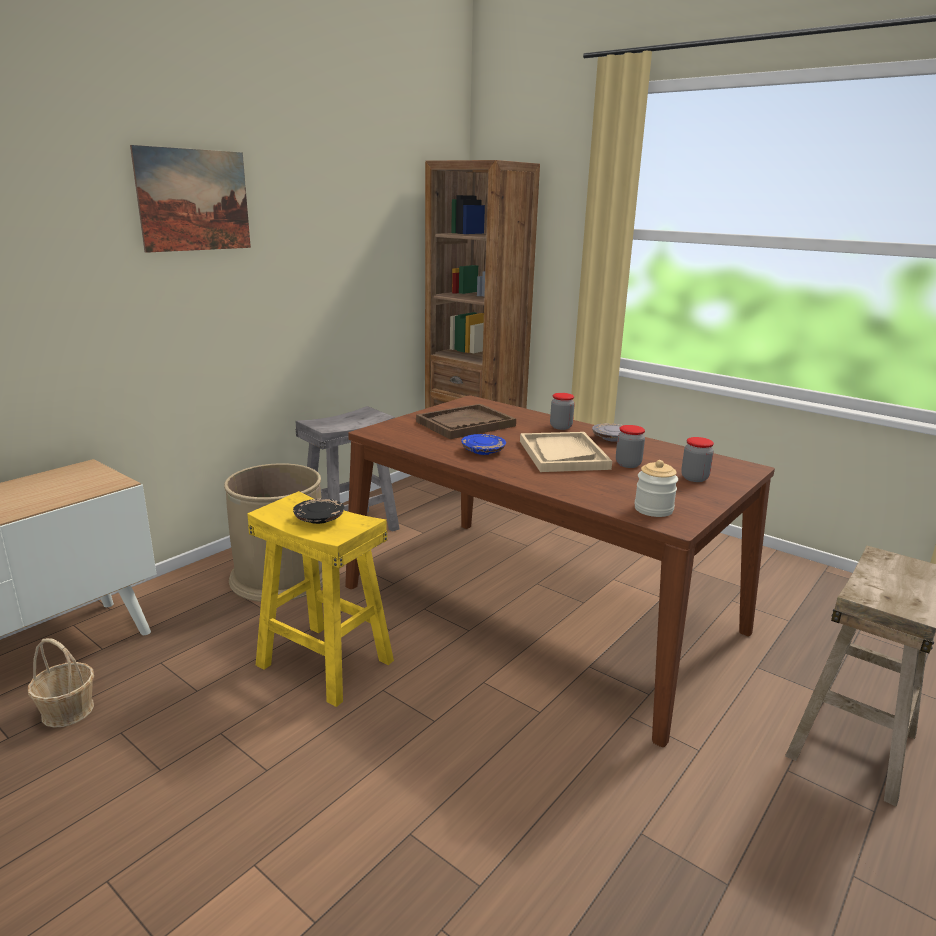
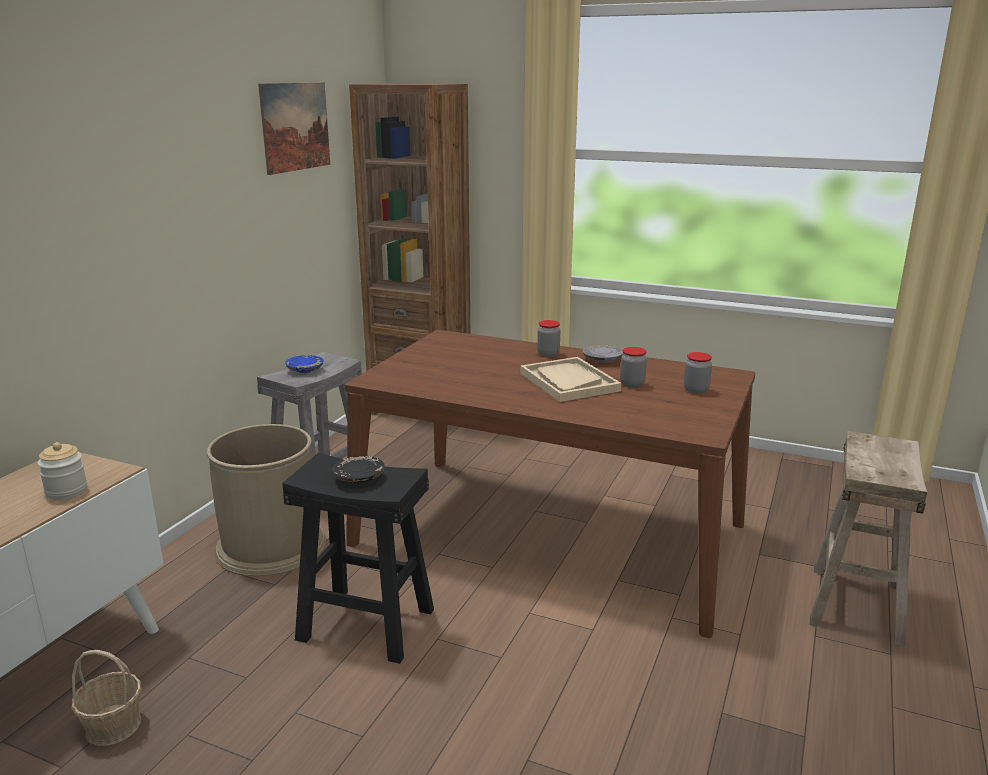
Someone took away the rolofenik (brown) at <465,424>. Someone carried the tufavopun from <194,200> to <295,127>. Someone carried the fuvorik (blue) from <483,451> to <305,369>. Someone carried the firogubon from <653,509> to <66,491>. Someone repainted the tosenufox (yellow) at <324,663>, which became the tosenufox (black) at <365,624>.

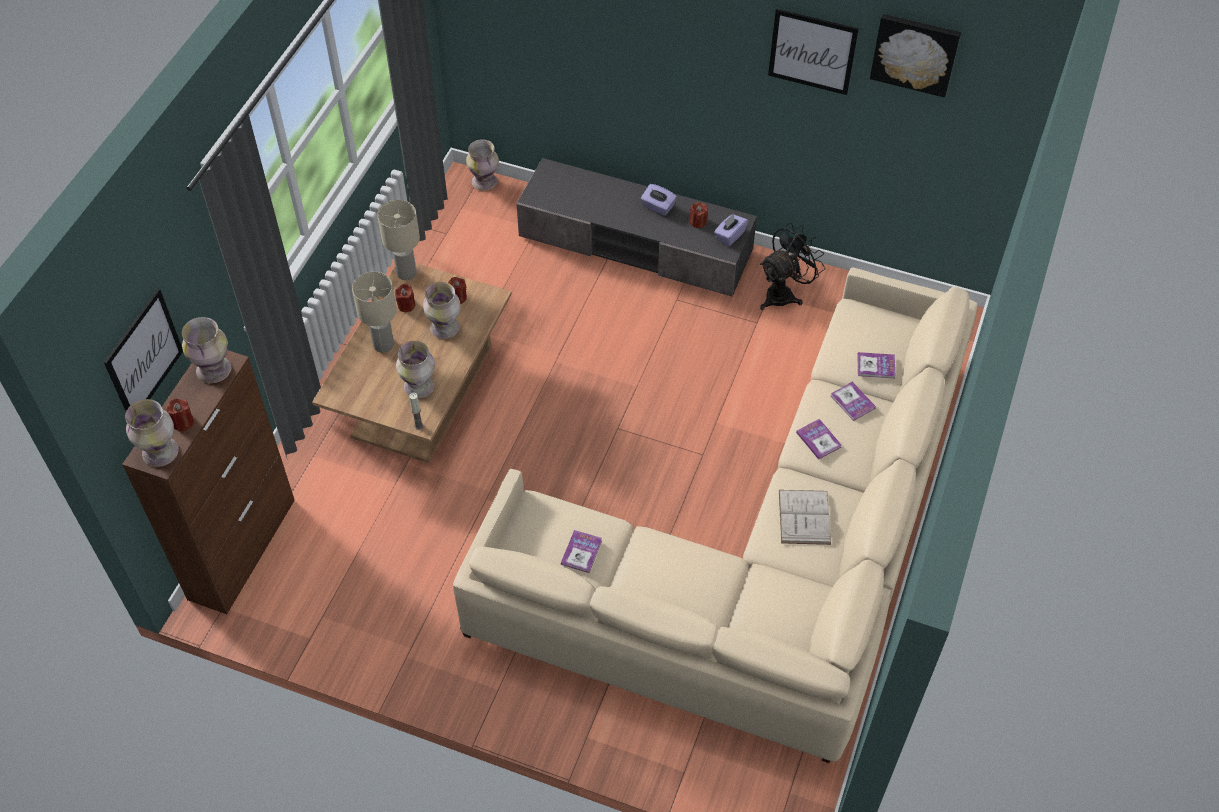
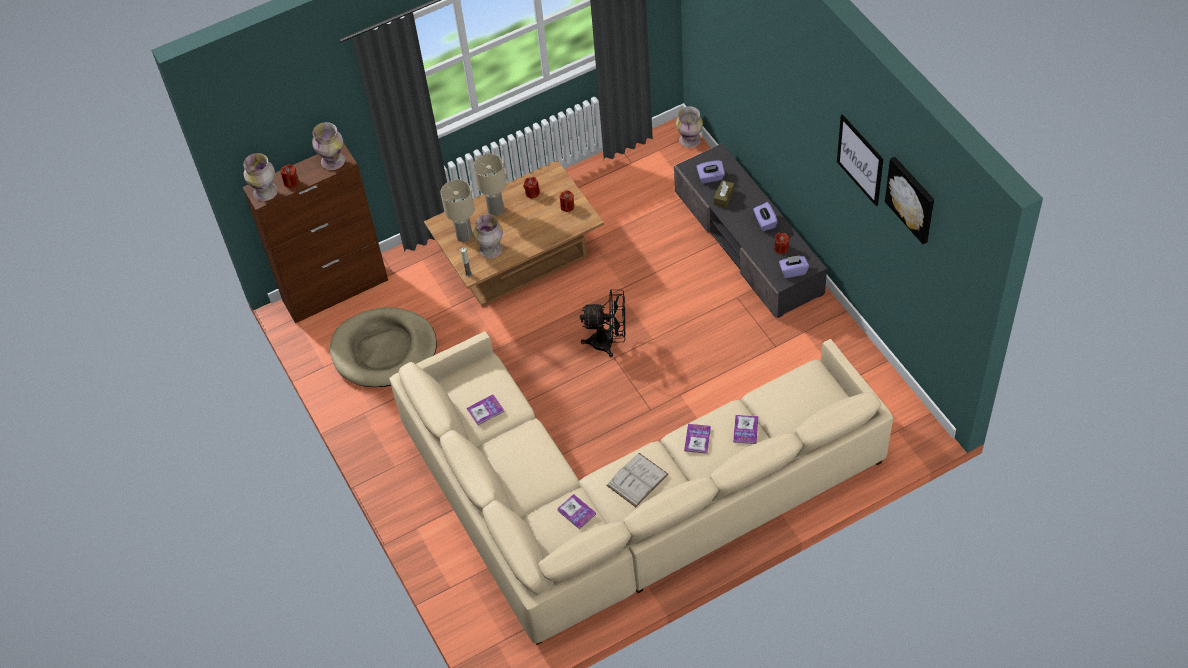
Someone took away the tufavopun at <143,356>. Someone took away the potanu at <445,328>. Someone put down the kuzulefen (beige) at <384,350>. Someone put down the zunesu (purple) at <710,177>. Someone put down the zunesu (brown) at <724,197>. Someone carried the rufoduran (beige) from <407,272> to <465,236>. Someone carried the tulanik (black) from <784,293> to <608,342>. Someone carried the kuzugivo from <876,366> to <576,512>.

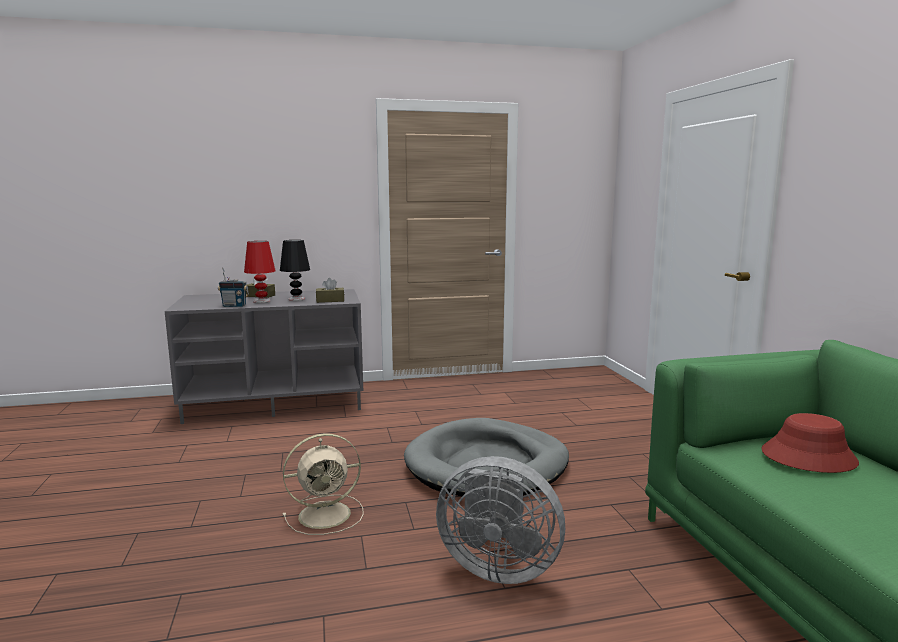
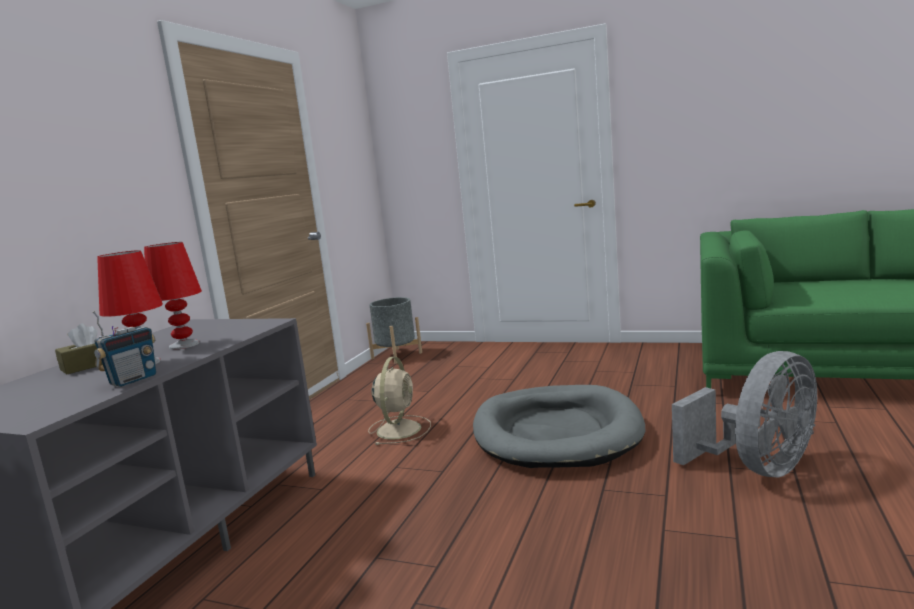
Someone took away the zunesu (brown) at <330,300>. Someone took away the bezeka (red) at <808,457>. Someone put down the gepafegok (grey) at <396,355>. Someone carried the tulanik (beige) from <327,514> to <399,429>. Someone repainted the rufoduran (black) at <296,299>, which became the rufoduran (red) at <184,345>.

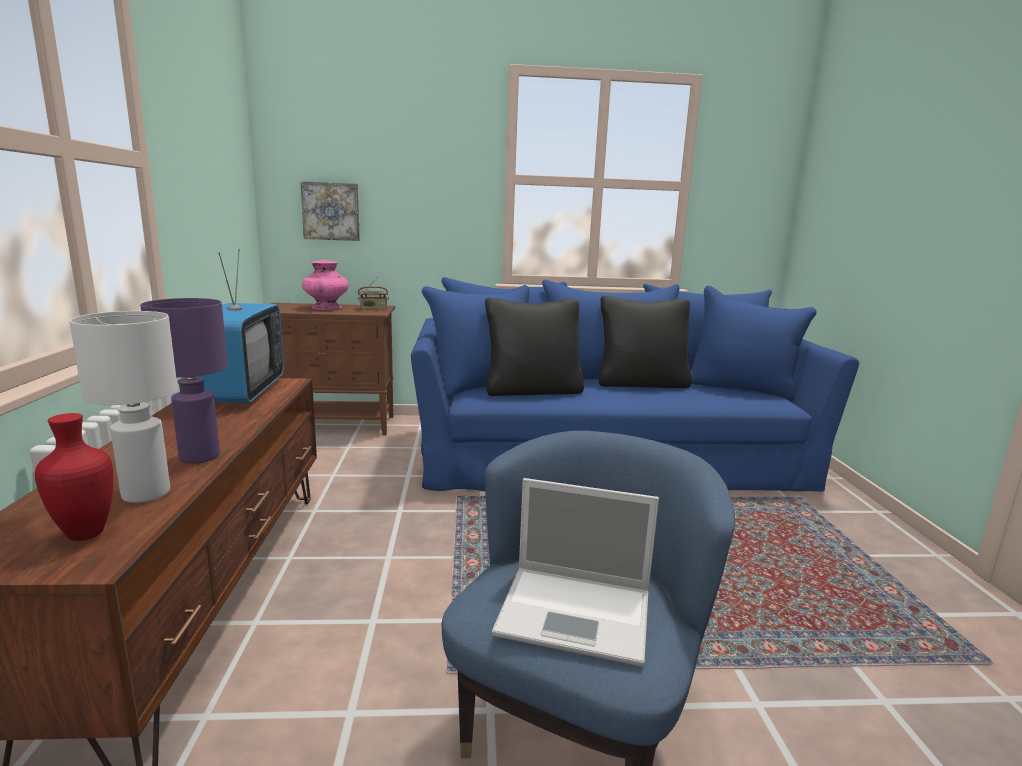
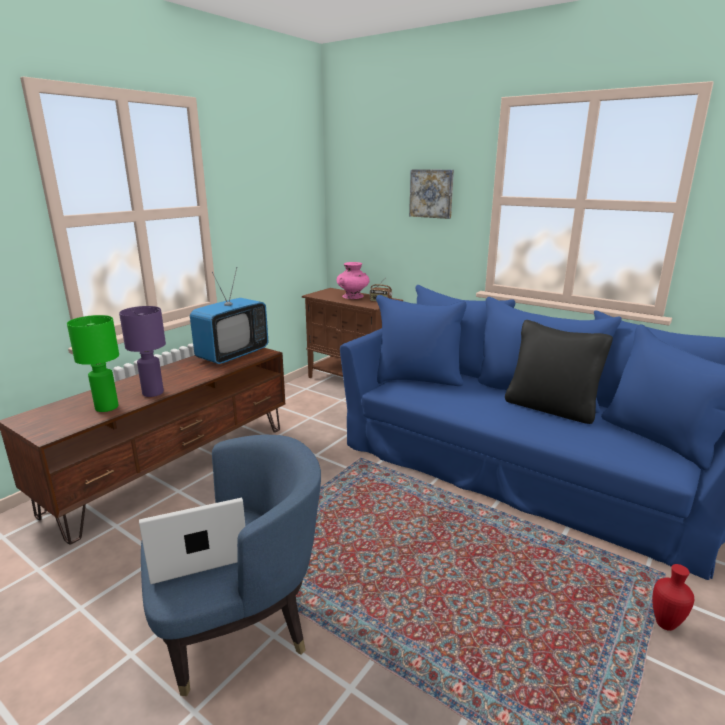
Someone took away the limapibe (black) at <532,390>. Someone carried the potanu (red) from <87,535> to <666,625>. Someone carried the tufavopun from <331,211> to <432,193>. Someone repainted the rufoduran (white) at <146,494>, which became the rufoduran (green) at <106,408>. Someone rotated the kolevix at <578,613> by 105 degrees clockwise.

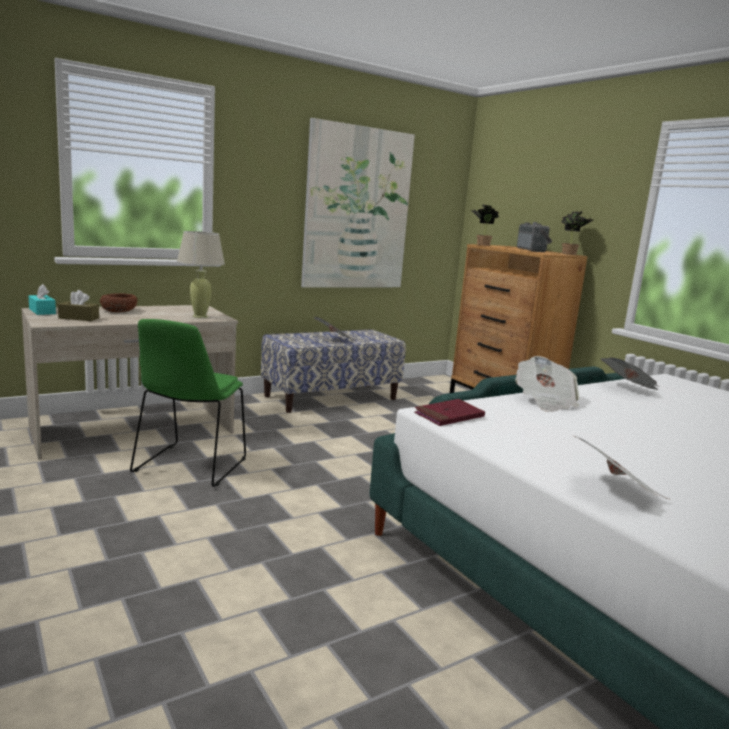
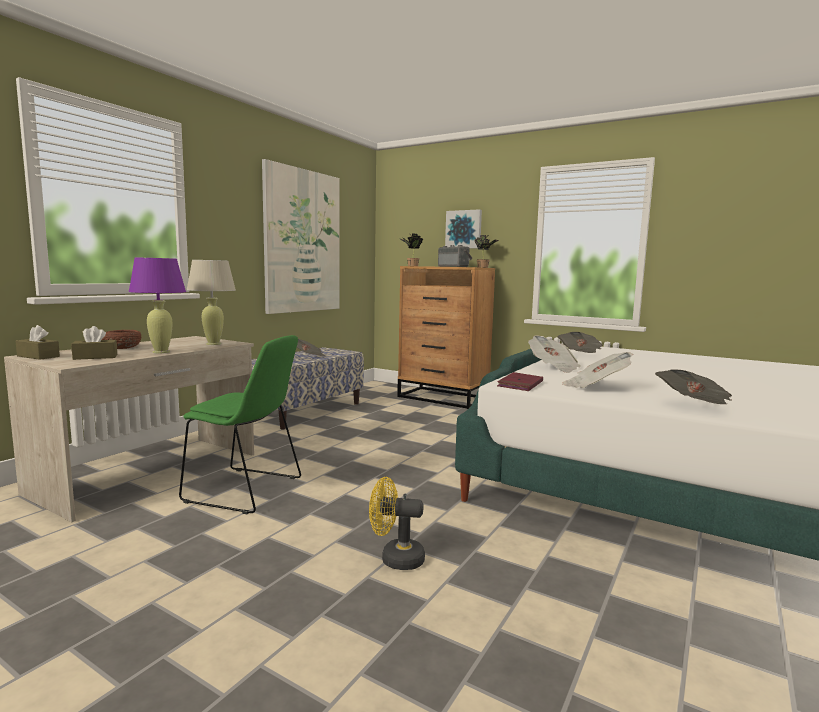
Someone put down the rufoduran (purple) at <161,352>. Someone put down the tulanik (yellow) at <395,558>. Someone put up the tufavopun at <464,229>. Someone put down the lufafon at <595,387>. Someone repainted the zunesu (turquoise) at <42,311>, which became the zunesu (brown) at <38,356>. Someone rotated the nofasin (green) at <189,467> by 60 degrees counterclockwise.

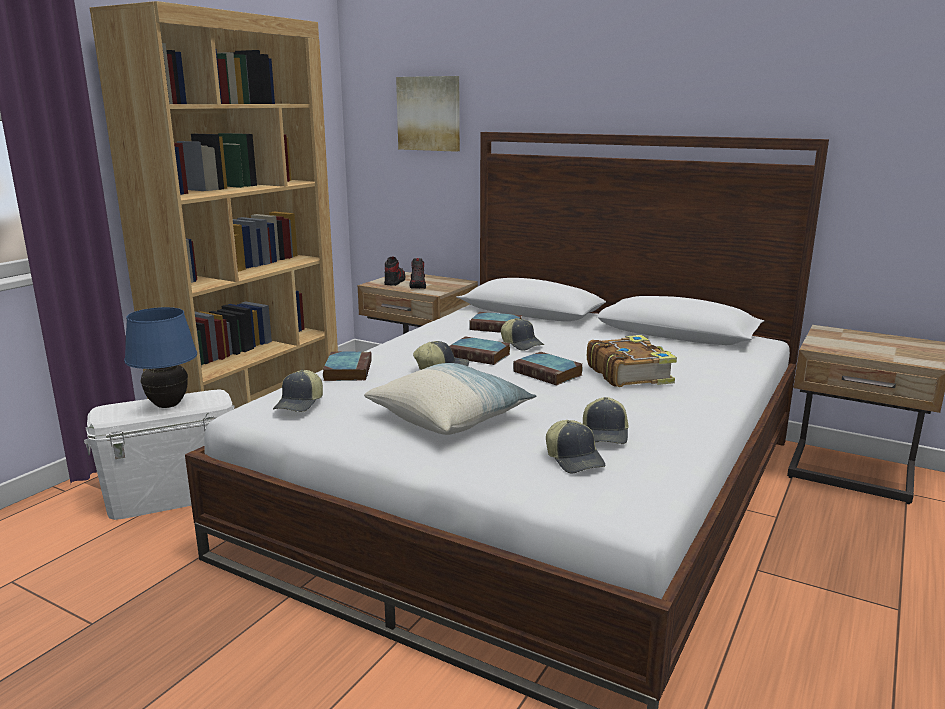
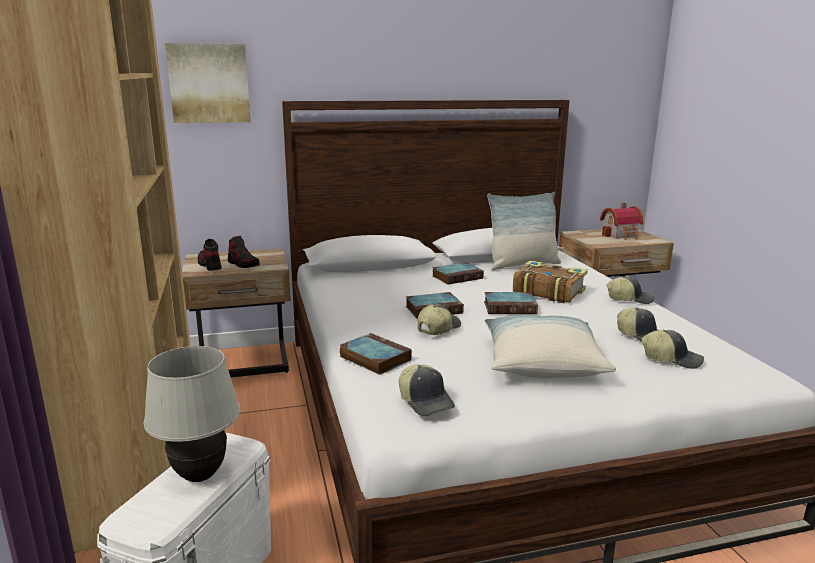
Someone put down the limapibe at <522,265>. Someone put down the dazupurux at <621,235>. Someone carried the kuzugivo from <497,327> to <458,277>. Someone carried the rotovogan from <522,344> to <629,299>. Someone repainted the rufoduran (blue) at <167,405>, which became the rufoduran (white) at <200,476>.

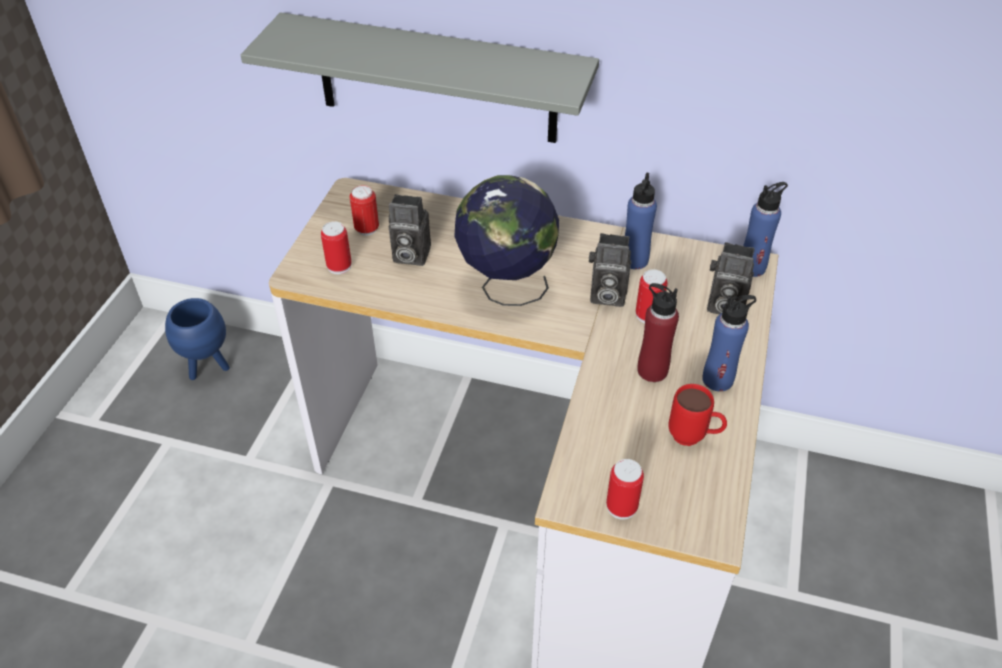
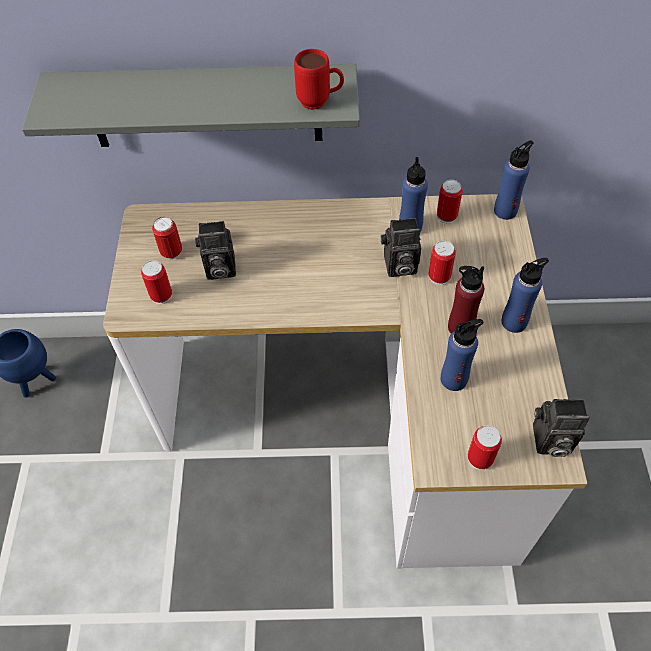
Someone took away the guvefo at <506,287>. Someone put down the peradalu at <446,216>. Someone put down the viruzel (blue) at <454,379>. Someone carried the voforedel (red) from <693,438> to <320,103>. Someone carried the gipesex from <723,305> to <549,441>.

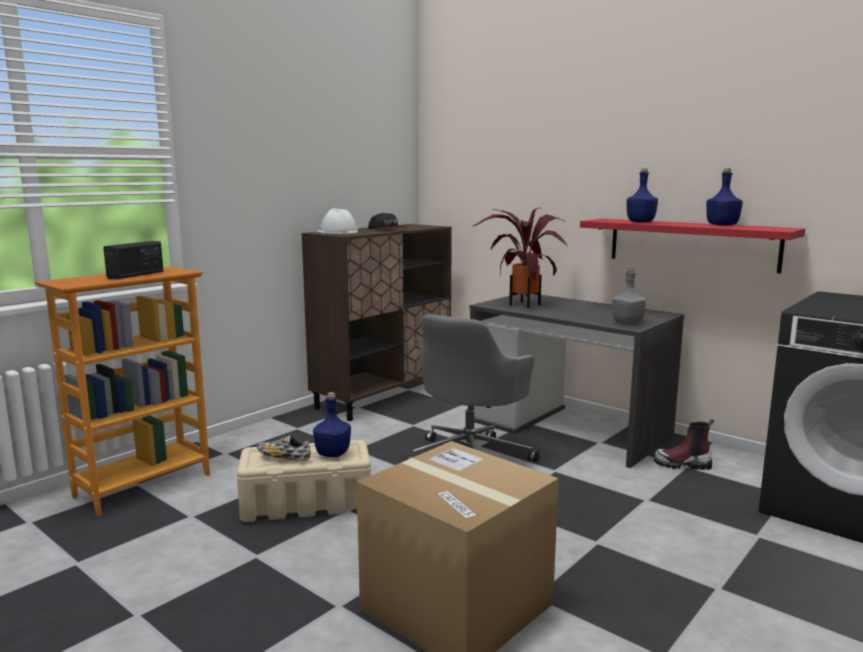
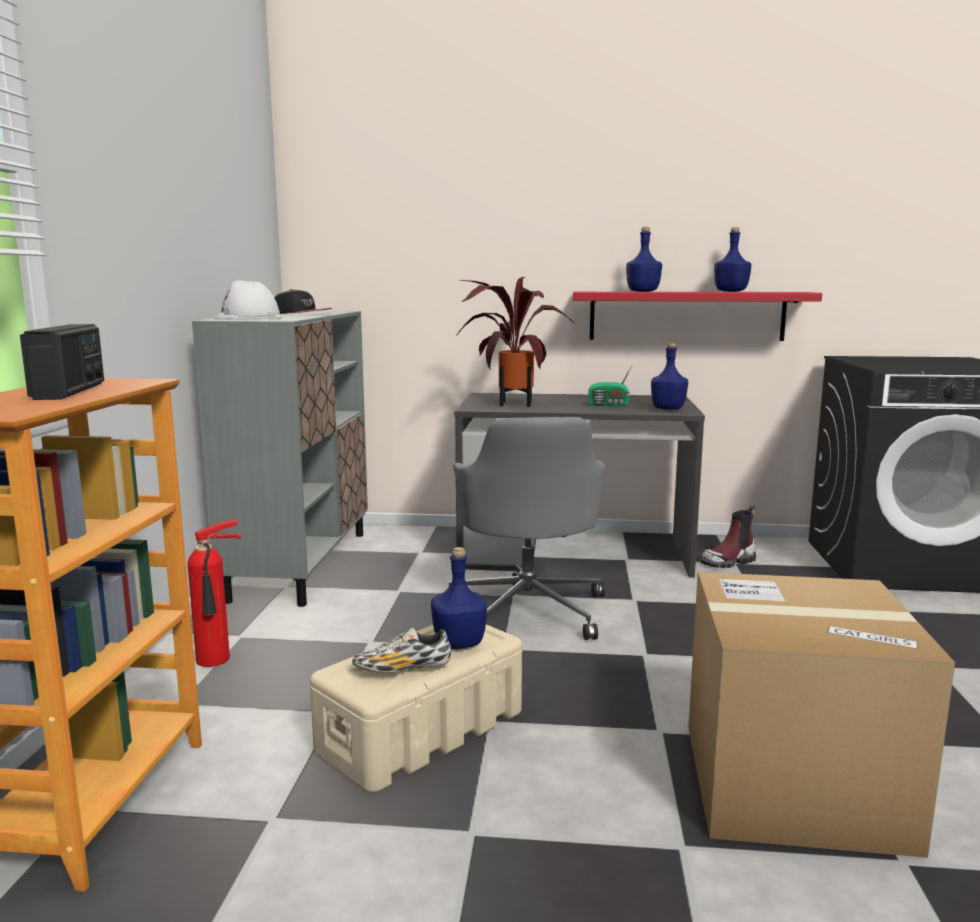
Someone put down the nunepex at <217,660>. Someone put down the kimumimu at <609,405>. Someone repainted the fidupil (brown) at <383,396>, which became the fidupil (grey) at <301,564>. Someone repainted the viruzel (grey) at <628,322>, which became the viruzel (blue) at <668,408>.

